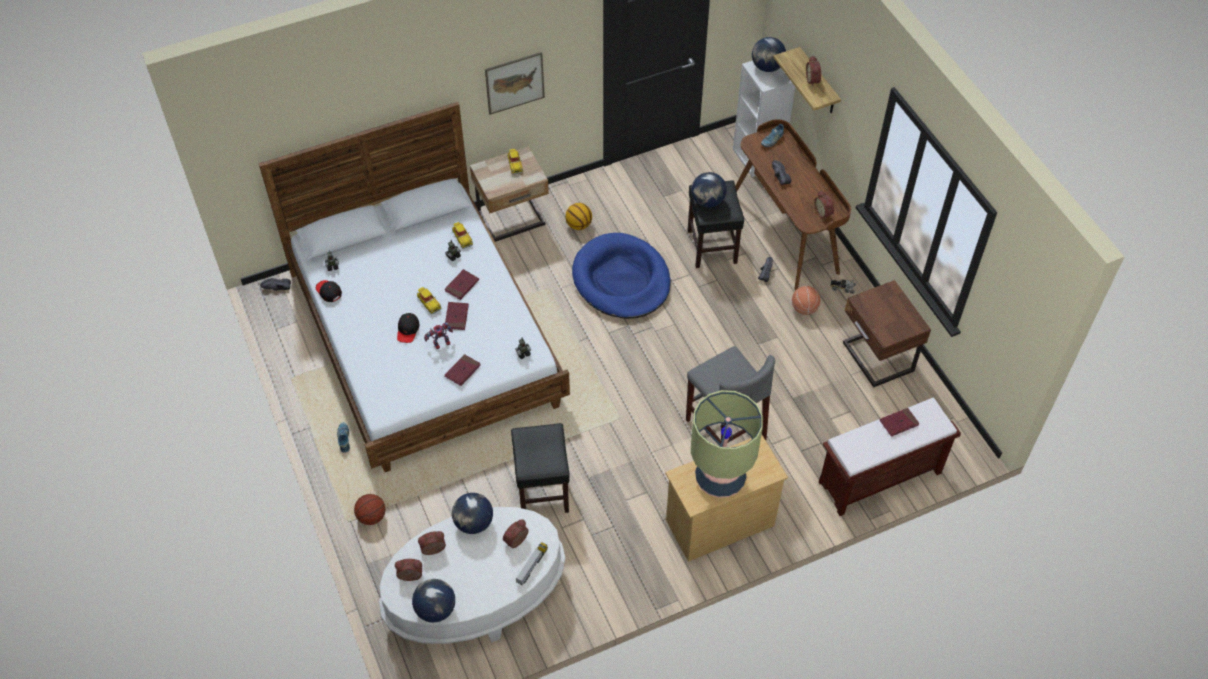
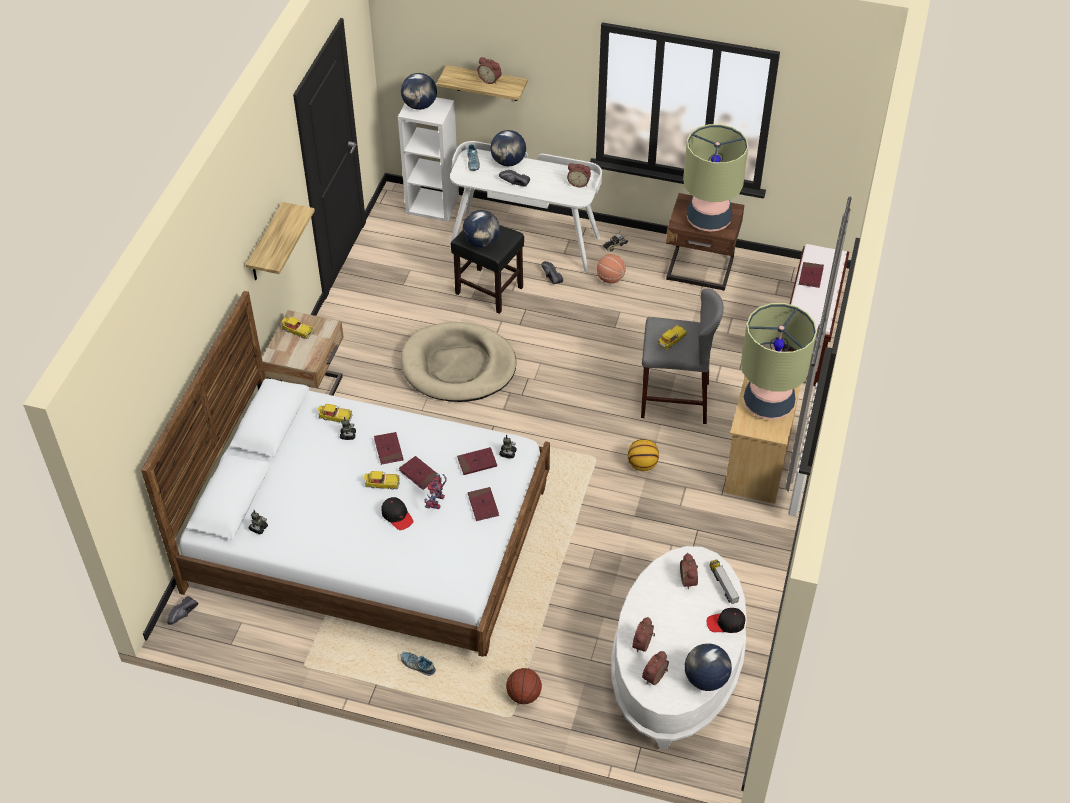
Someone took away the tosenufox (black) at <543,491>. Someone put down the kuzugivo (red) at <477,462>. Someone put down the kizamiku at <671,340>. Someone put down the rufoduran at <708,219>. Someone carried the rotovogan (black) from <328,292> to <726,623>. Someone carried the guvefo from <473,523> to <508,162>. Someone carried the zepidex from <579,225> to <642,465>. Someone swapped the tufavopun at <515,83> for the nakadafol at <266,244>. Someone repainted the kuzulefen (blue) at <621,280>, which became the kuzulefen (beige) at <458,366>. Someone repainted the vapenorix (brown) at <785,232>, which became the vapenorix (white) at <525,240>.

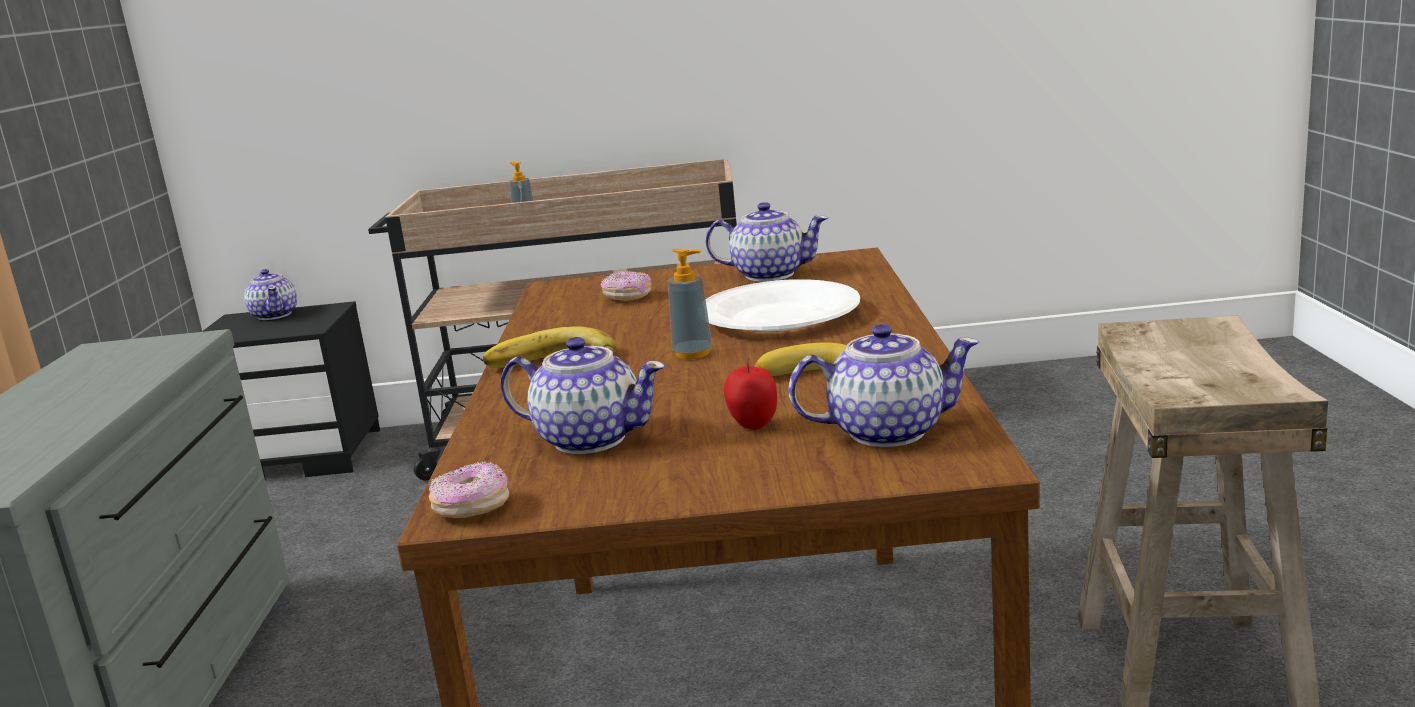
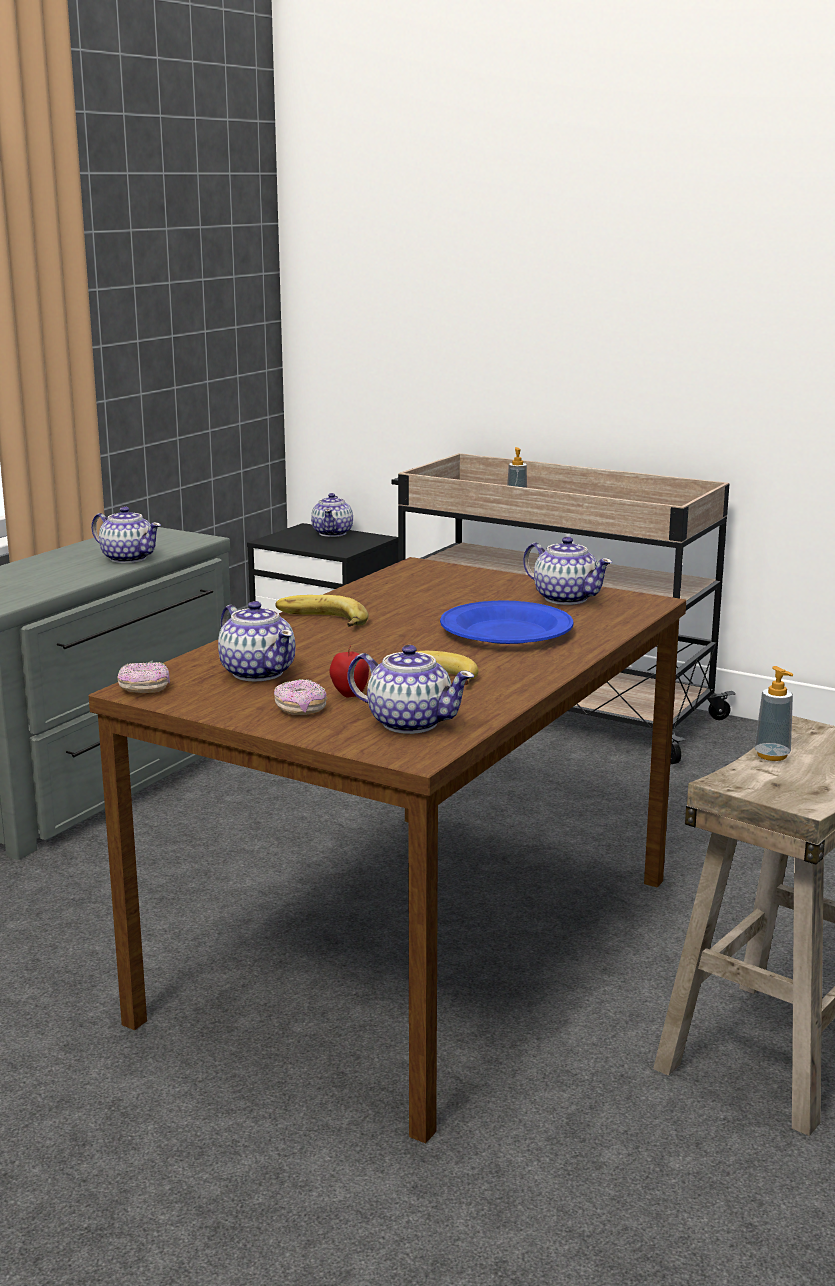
Someone put down the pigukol at <128,558>. Someone carried the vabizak from <628,297> to <301,709>. Someone carried the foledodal from <693,354> to <772,755>. Someone repainted the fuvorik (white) at <779,316>, which became the fuvorik (blue) at <506,632>.

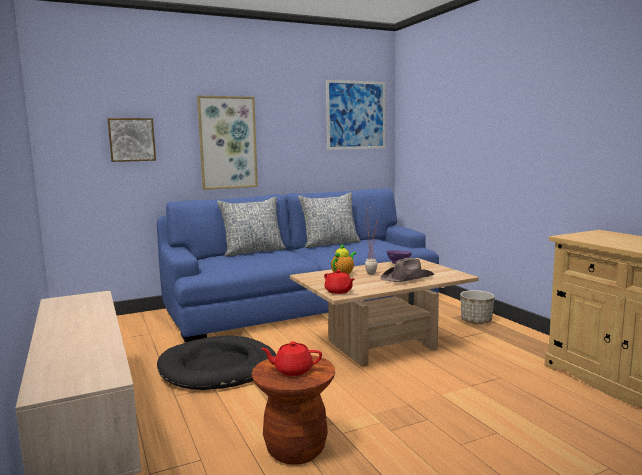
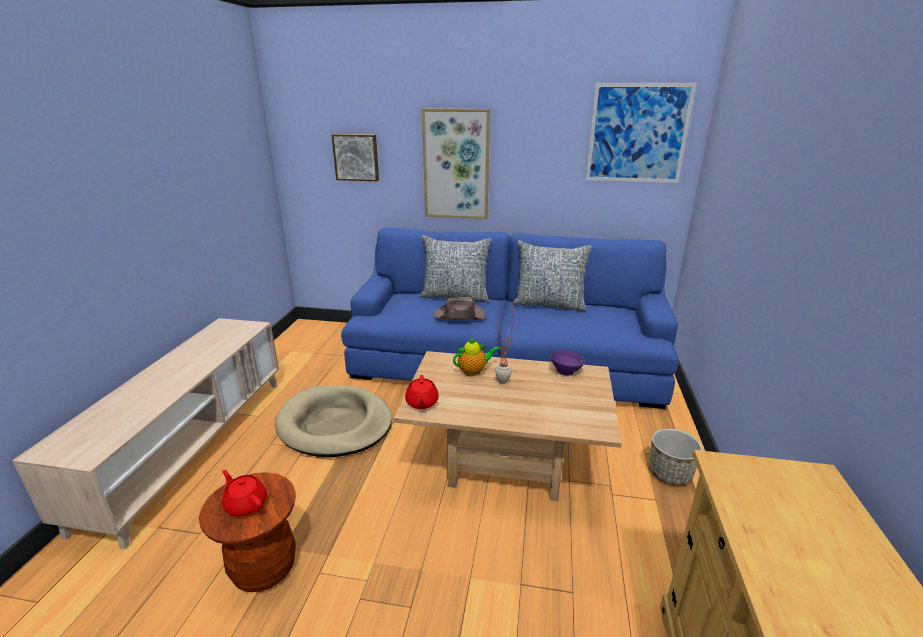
Someone carried the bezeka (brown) from <408,278> to <460,316>. Someone repainted the kuzulefen (black) at <218,368>, which became the kuzulefen (beige) at <335,424>.

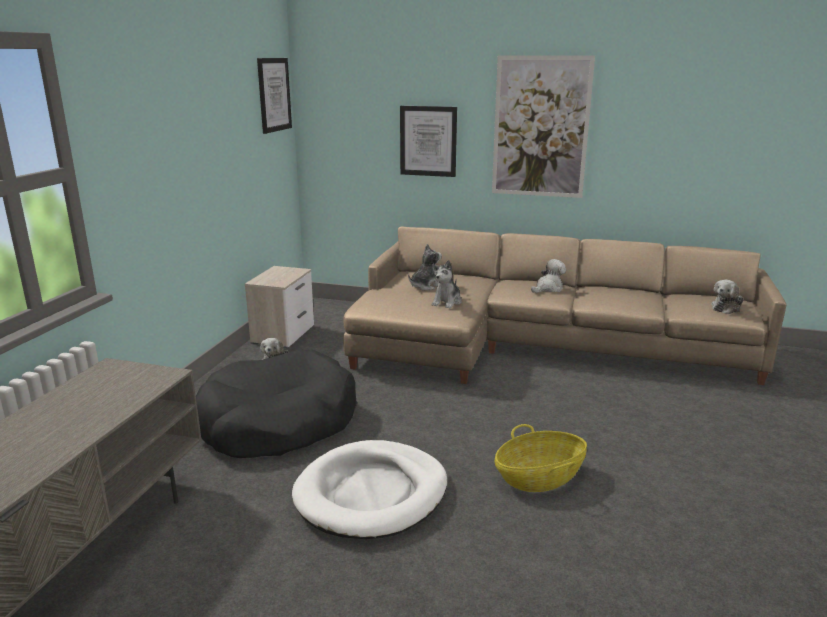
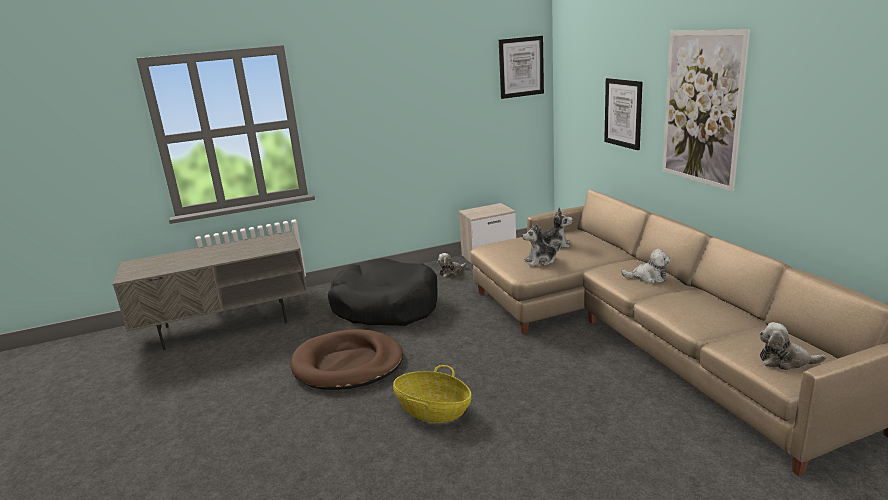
Someone repainted the kuzulefen (white) at <372,494>, which became the kuzulefen (brown) at <347,364>.

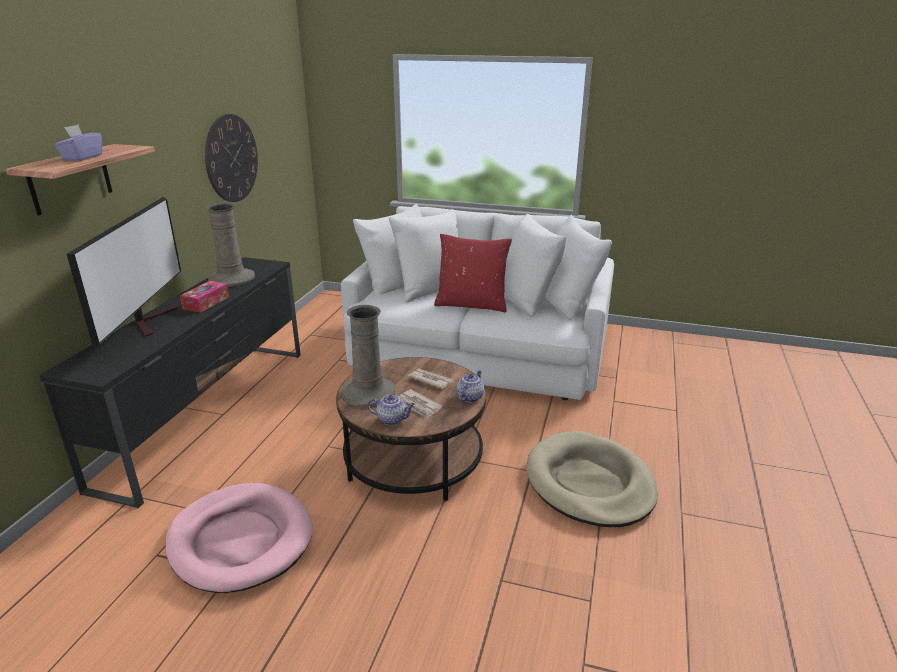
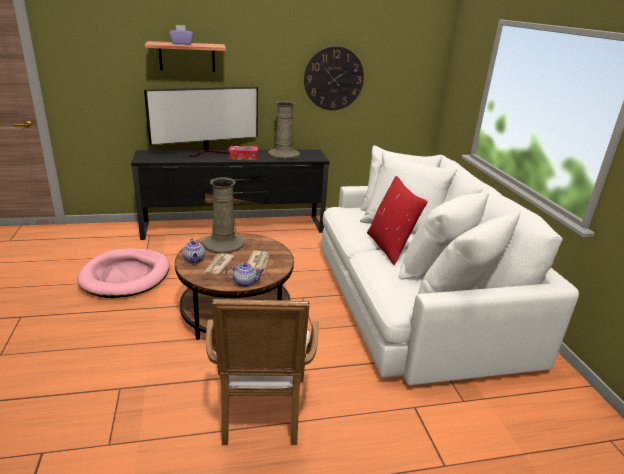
Someone swapped the kuzulefen (beige) at <589,483> for the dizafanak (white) at <261,415>.

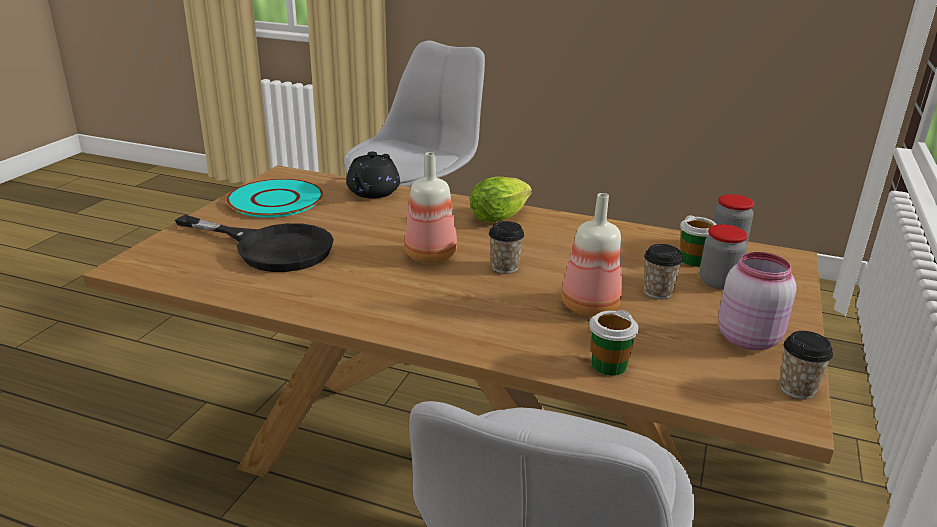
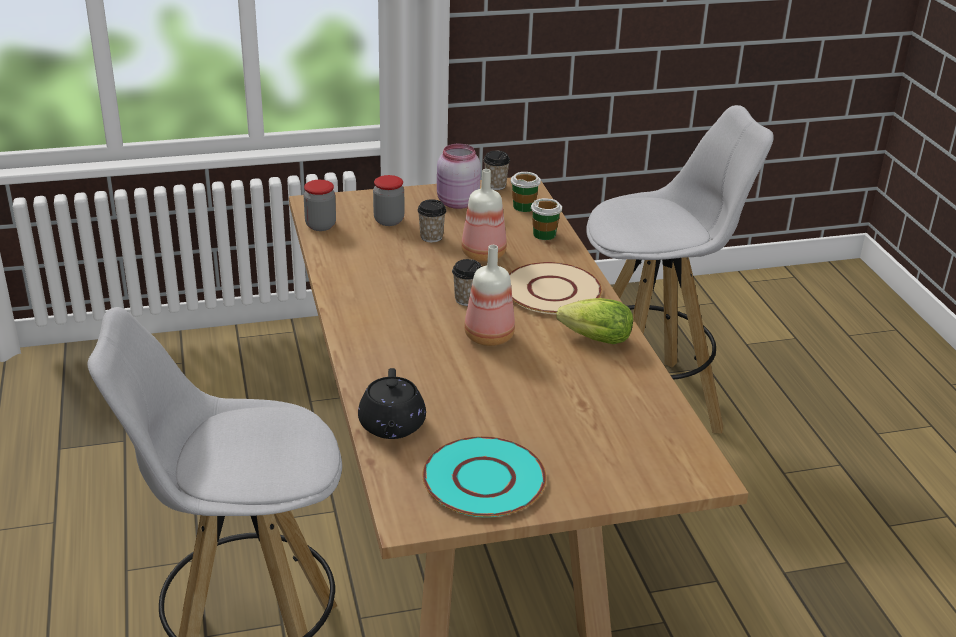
Someone took away the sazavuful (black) at <271,248>. Someone put down the fuvorik (beige) at <552,290>. Someone carried the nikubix from <502,217> to <592,339>. Someone carried the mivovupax from <693,260> to <524,207>. Someone rotated the pigukol (black) at <372,192> by 105 degrees clockwise.

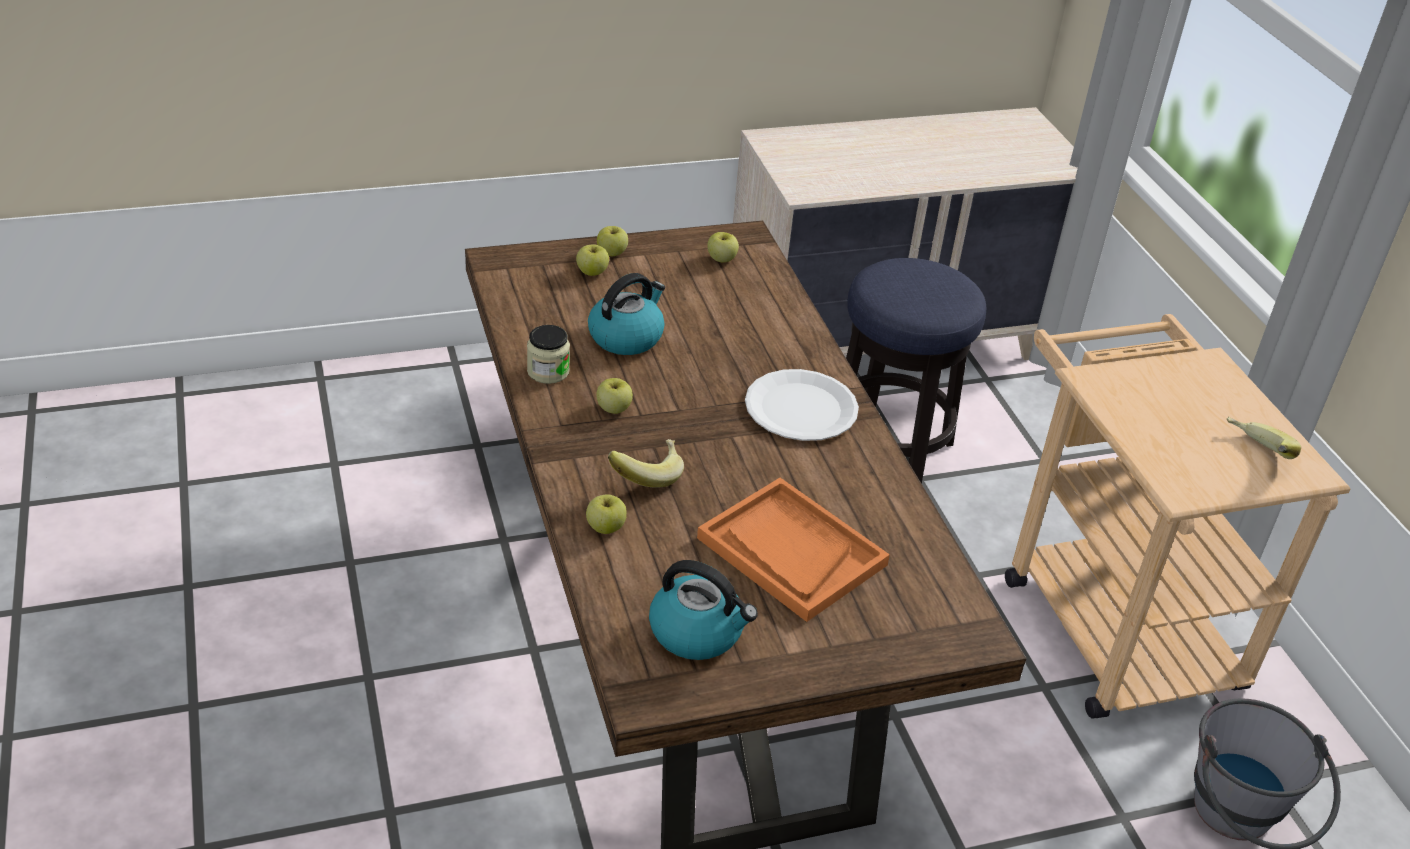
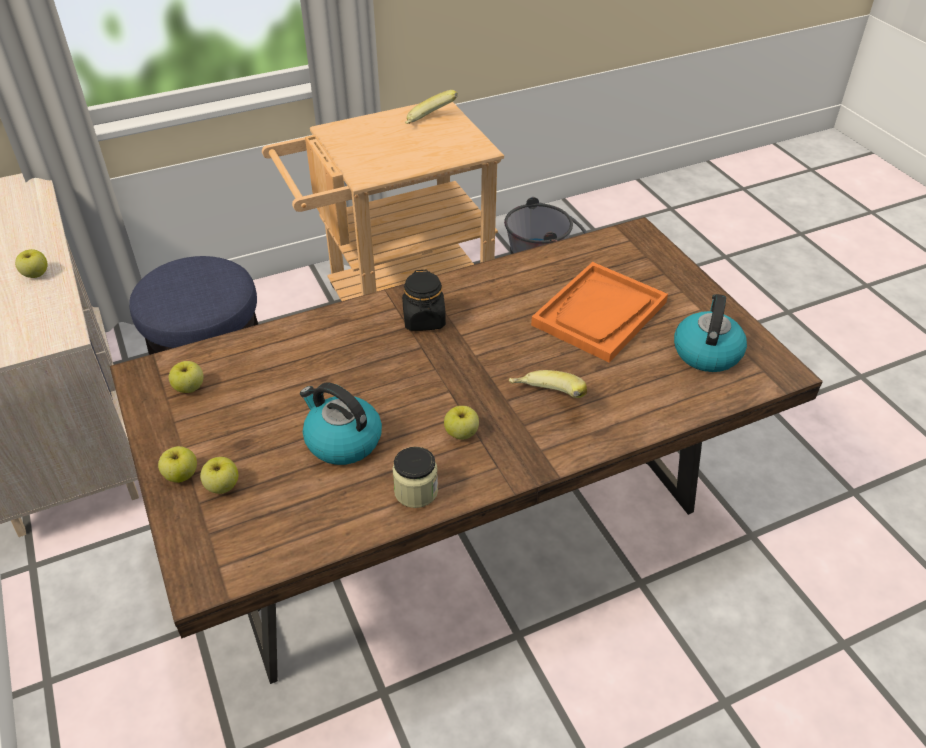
Someone carried the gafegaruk from <605,527> to <35,274>. Someone swapped the fuvorik (white) at <801,408> for the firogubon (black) at <424,319>.

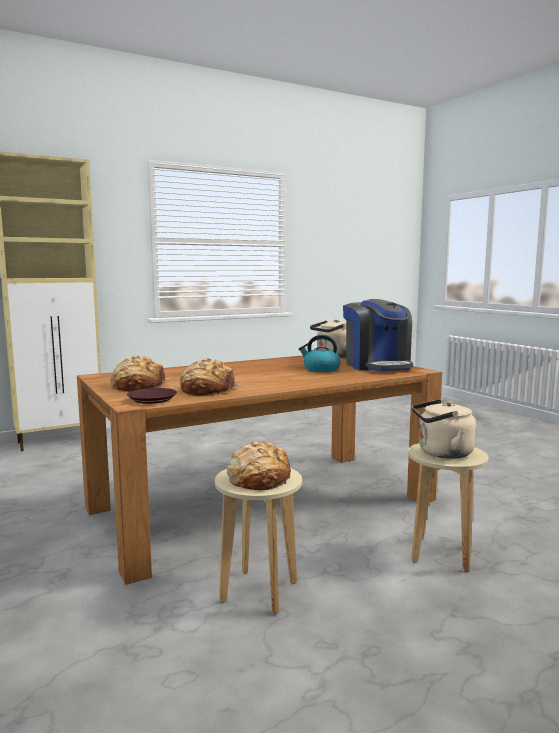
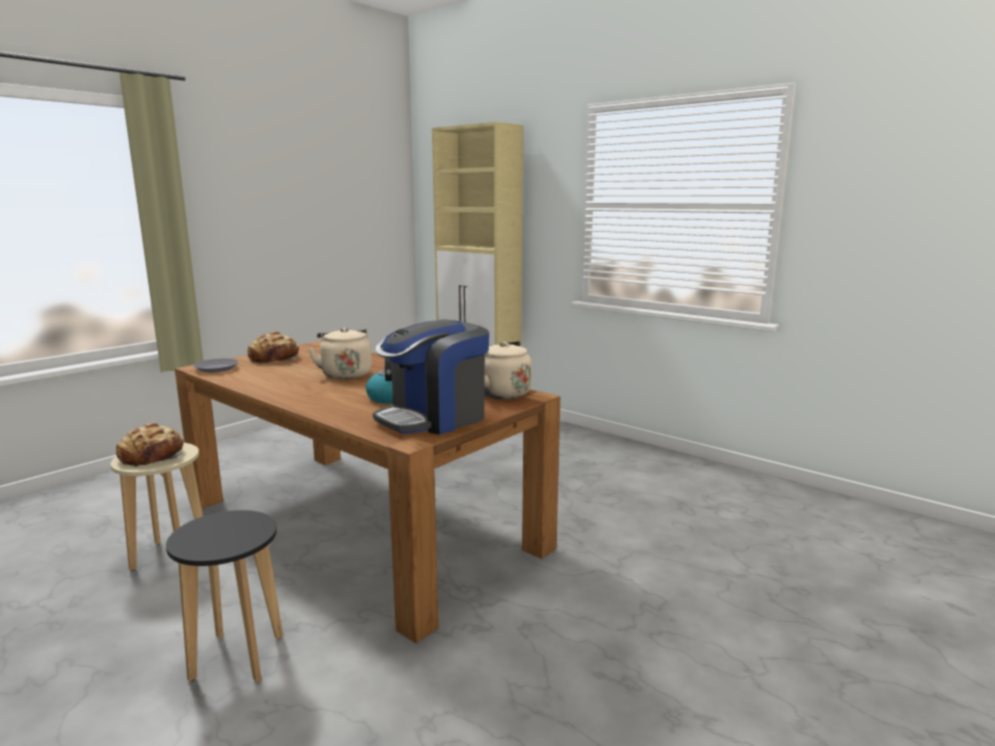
Someone took away the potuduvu at <207,390>. Someone carried the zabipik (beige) from <441,453> to <345,374>. Someone repainted the fuvorik (brown) at <152,399>, which became the fuvorik (grey) at <216,369>. Someone repainted the tosenufox (beige) at <442,554>, which became the tosenufox (black) at <237,658>.

